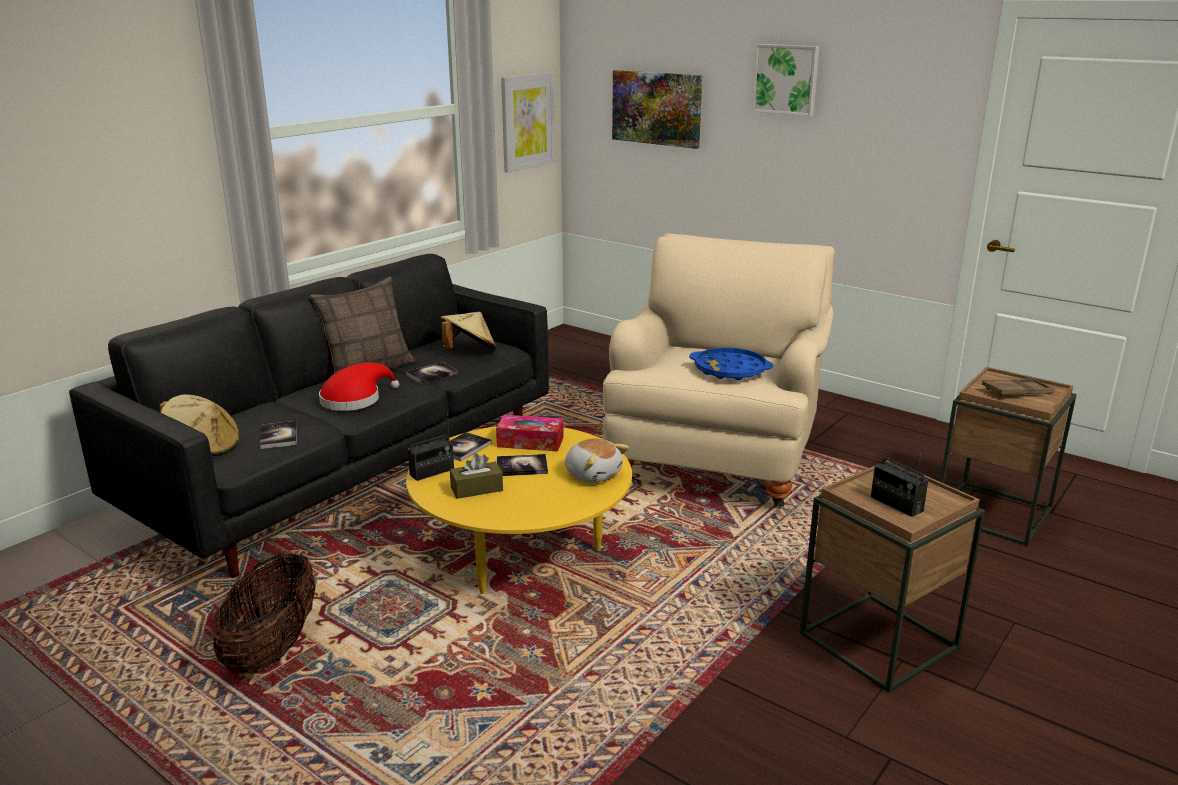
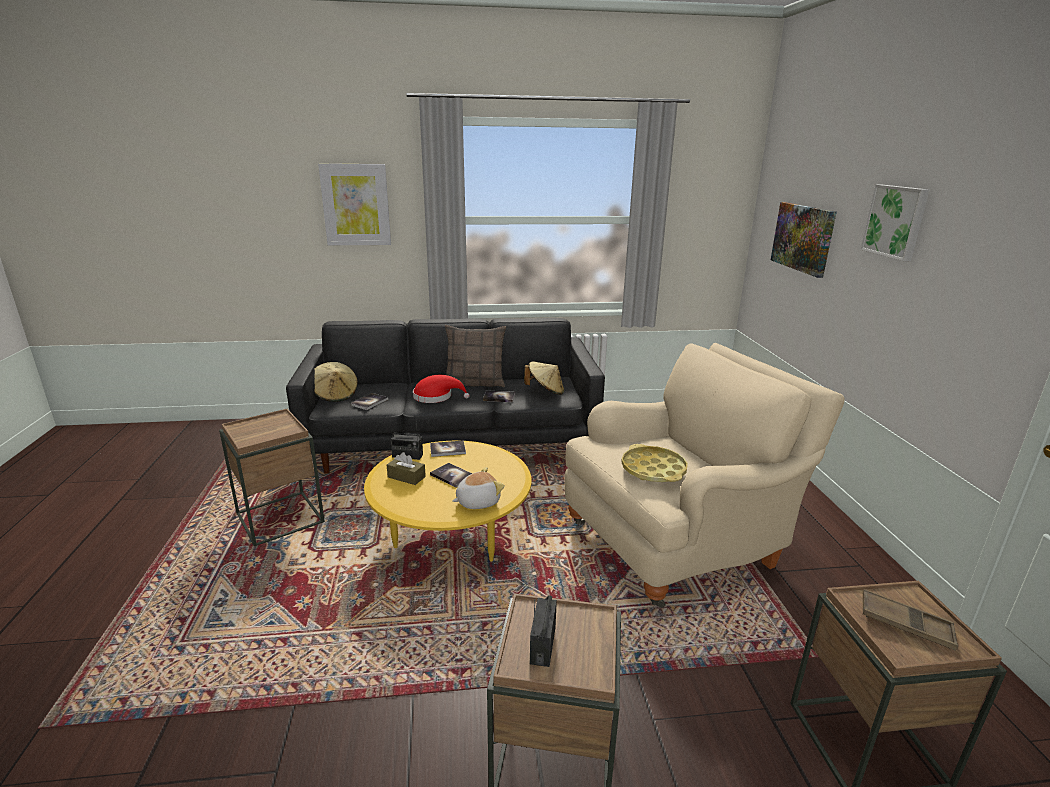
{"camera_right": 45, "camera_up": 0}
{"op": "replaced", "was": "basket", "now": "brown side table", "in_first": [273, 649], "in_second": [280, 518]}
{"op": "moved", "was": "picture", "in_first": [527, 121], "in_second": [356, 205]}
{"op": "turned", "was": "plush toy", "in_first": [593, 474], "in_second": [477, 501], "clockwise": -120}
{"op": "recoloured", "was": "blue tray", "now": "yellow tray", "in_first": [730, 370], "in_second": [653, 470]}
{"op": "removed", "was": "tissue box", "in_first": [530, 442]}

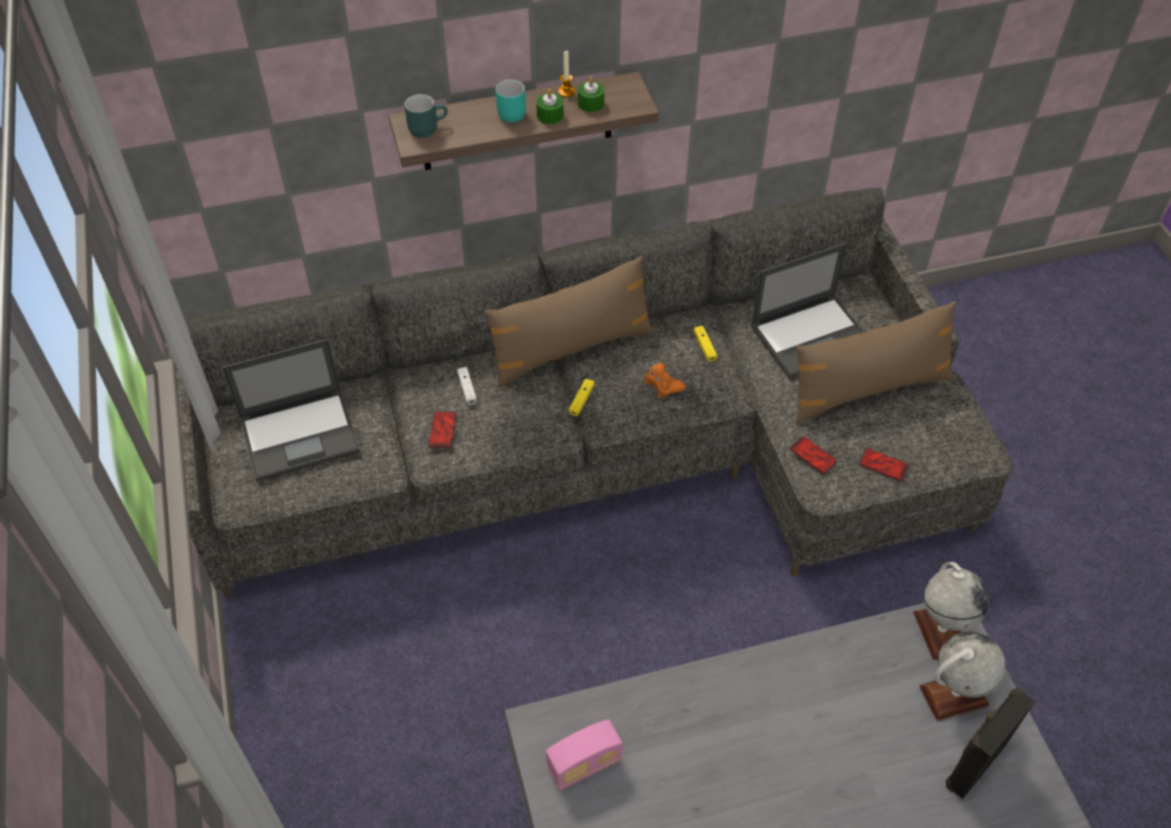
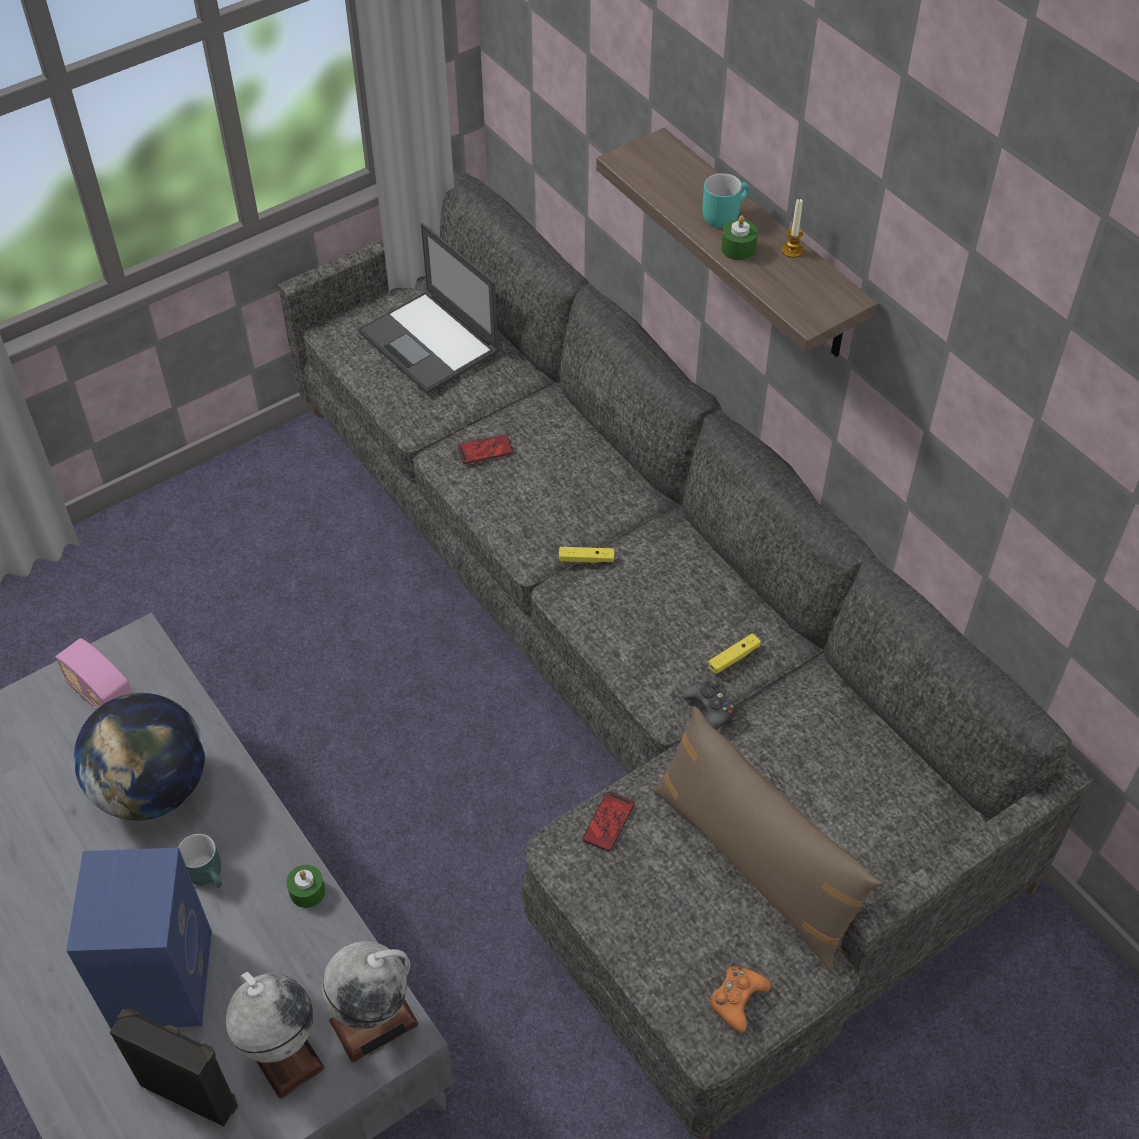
{"camera_right": 70, "camera_up": 0}
{"op": "added", "now": "blue speaker", "in_second": [160, 977]}
{"op": "added", "now": "globe", "in_second": [153, 788]}
{"op": "moved", "was": "turquoise mug", "in_first": [426, 127], "in_second": [209, 873]}
{"op": "moved", "was": "green candle", "in_first": [590, 103], "in_second": [307, 891]}
{"op": "added", "now": "black game controller", "in_second": [710, 709]}
{"op": "moved", "was": "orange game controller", "in_first": [662, 384], "in_second": [737, 999]}
{"op": "removed", "was": "white game controller", "in_first": [467, 389]}
{"op": "removed", "was": "brown pillow", "in_first": [571, 348]}
{"op": "removed", "was": "laptop", "in_first": [812, 335]}
{"op": "removed", "was": "phone", "in_first": [883, 465]}

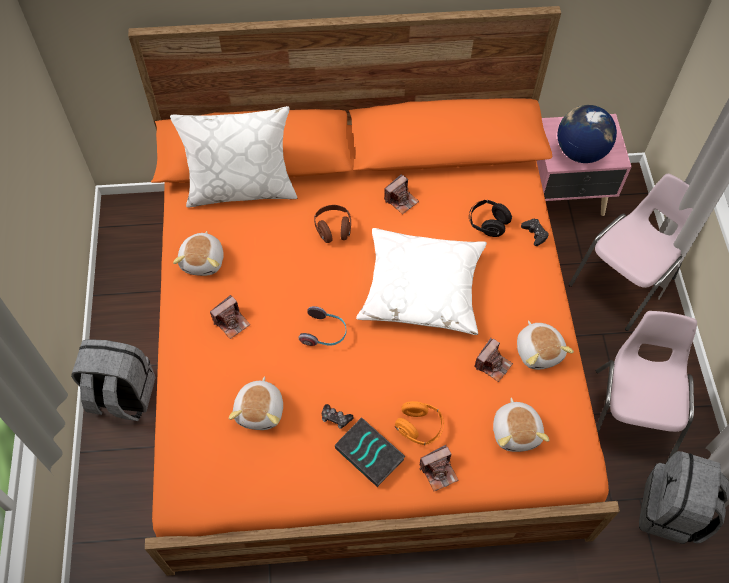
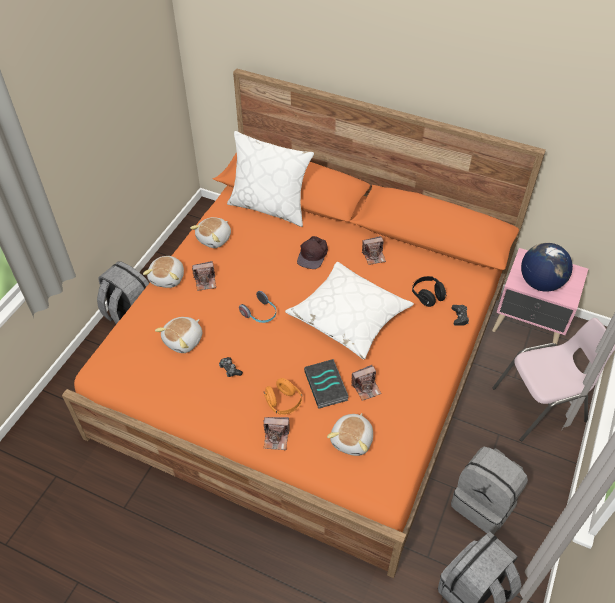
{"camera_right": 30, "camera_up": -10}
{"op": "moved", "was": "plush toy", "in_first": [539, 351], "in_second": [168, 278]}
{"op": "replaced", "was": "brown headphones", "now": "brown cap", "in_first": [333, 229], "in_second": [313, 255]}
{"op": "moved", "was": "book", "in_first": [370, 453], "in_second": [327, 386]}
{"op": "replaced", "was": "pink chair", "now": "grey backpack", "in_first": [630, 415], "in_second": [484, 503]}

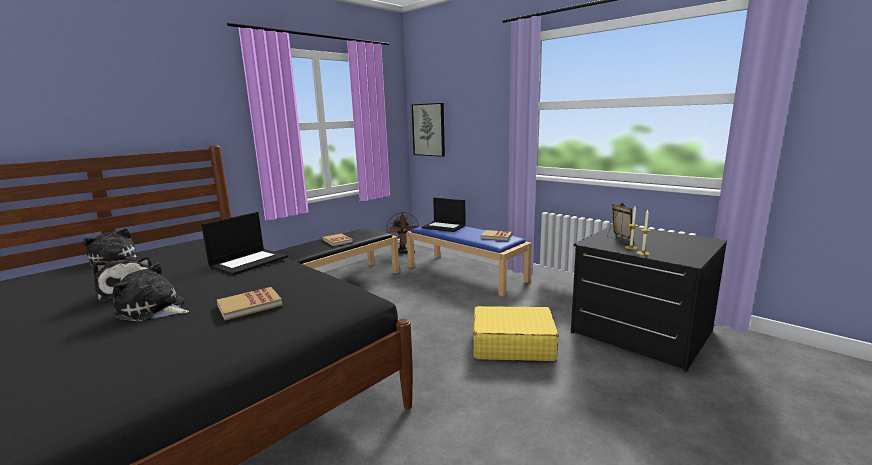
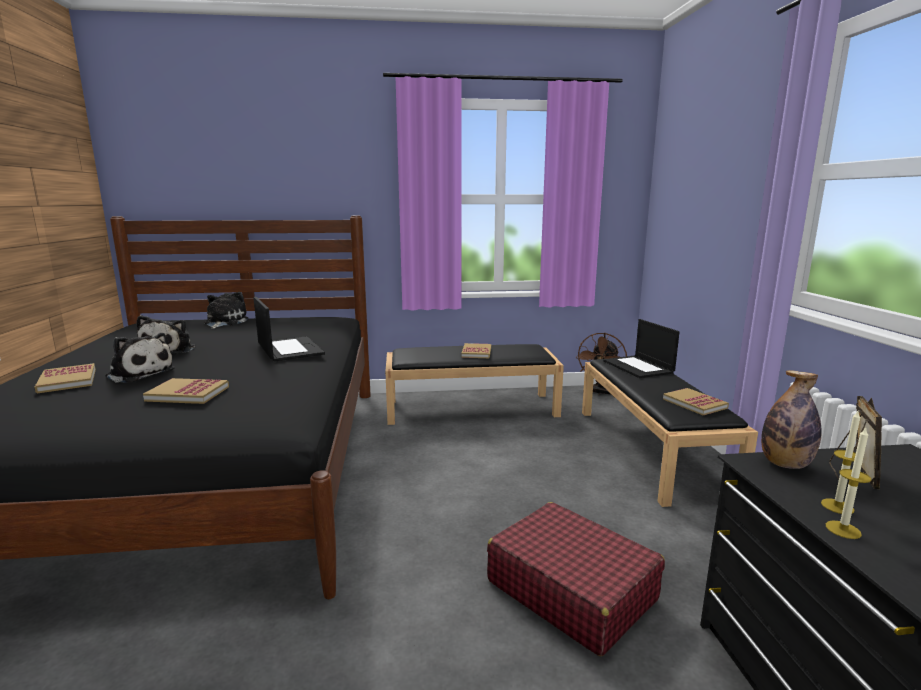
{"camera_right": 40, "camera_up": 0}
{"op": "added", "now": "book", "in_second": [67, 381]}
{"op": "turned", "was": "plush toy", "in_first": [154, 310], "in_second": [139, 373], "clockwise": 150}
{"op": "turned", "was": "laptop", "in_first": [249, 261], "in_second": [289, 349], "clockwise": -105}
{"op": "recoloured", "was": "yellow suitcase", "now": "red suitcase", "in_first": [512, 344], "in_second": [570, 589]}
{"op": "recoloured", "was": "blue bench", "now": "black bench", "in_first": [466, 273], "in_second": [651, 450]}
{"op": "added", "now": "bottle", "in_second": [785, 464]}
{"op": "removed", "was": "picture", "in_first": [429, 130]}

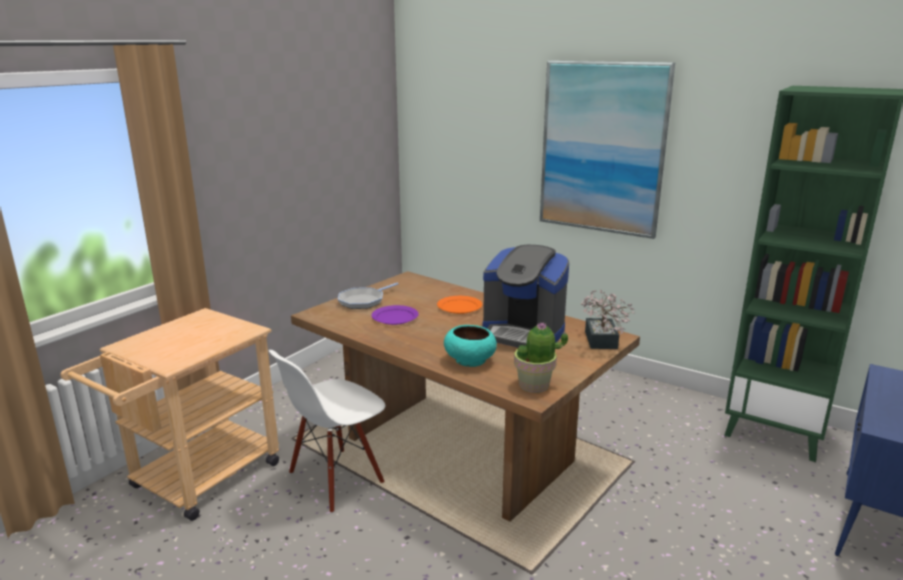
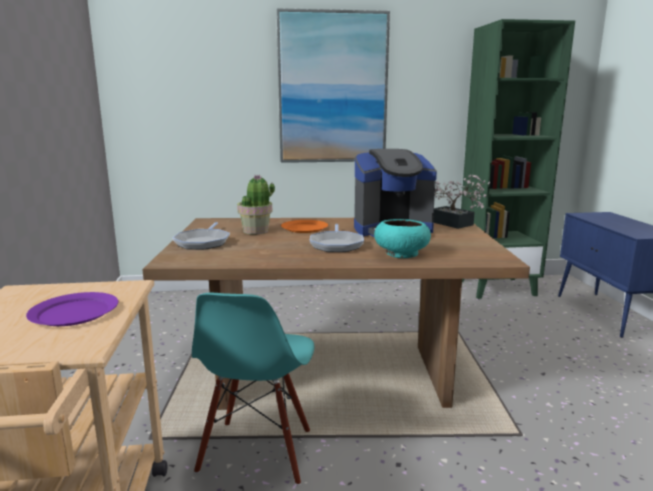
{"camera_right": -40, "camera_up": -5}
{"op": "moved", "was": "purple plate", "in_first": [395, 317], "in_second": [74, 312]}
{"op": "recoloured", "was": "white chair", "now": "turquoise chair", "in_first": [336, 479], "in_second": [257, 452]}
{"op": "moved", "was": "potted plant", "in_first": [534, 385], "in_second": [256, 231]}
{"op": "added", "now": "frying pan", "in_second": [336, 245]}

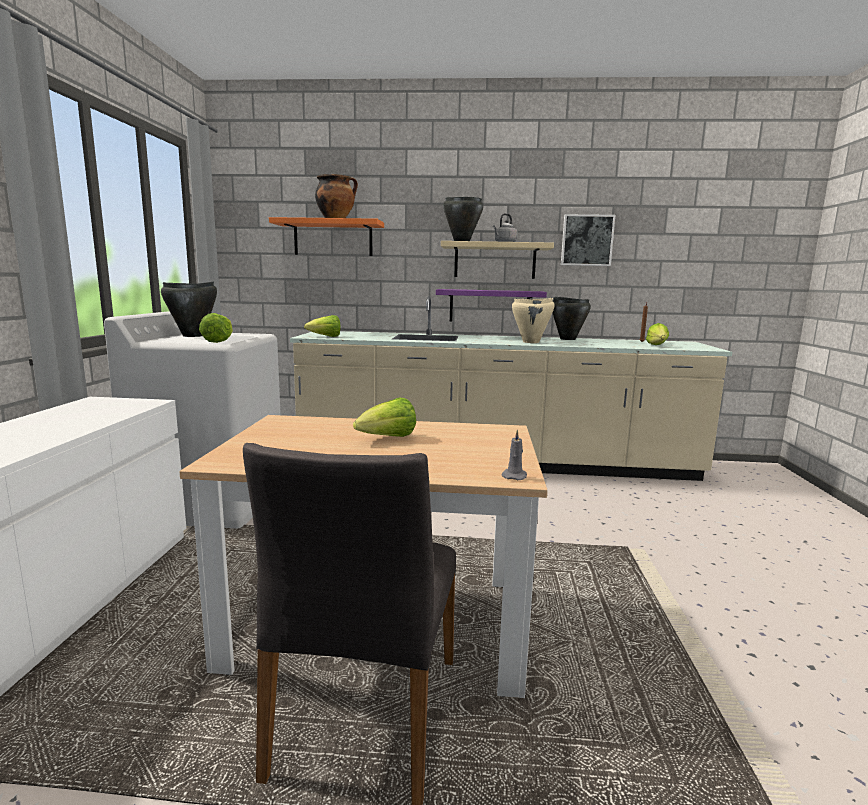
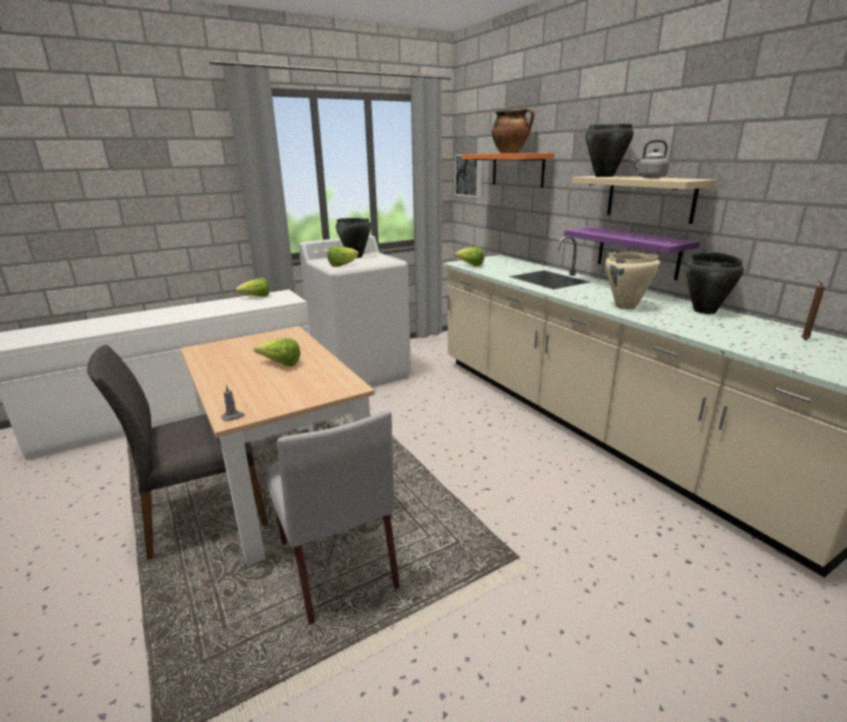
{"camera_right": 55, "camera_up": 10}
{"op": "moved", "was": "lettuce", "in_first": [657, 346], "in_second": [256, 297]}
{"op": "added", "now": "grey chair", "in_second": [336, 562]}
{"op": "moved", "was": "picture", "in_first": [587, 240], "in_second": [469, 175]}

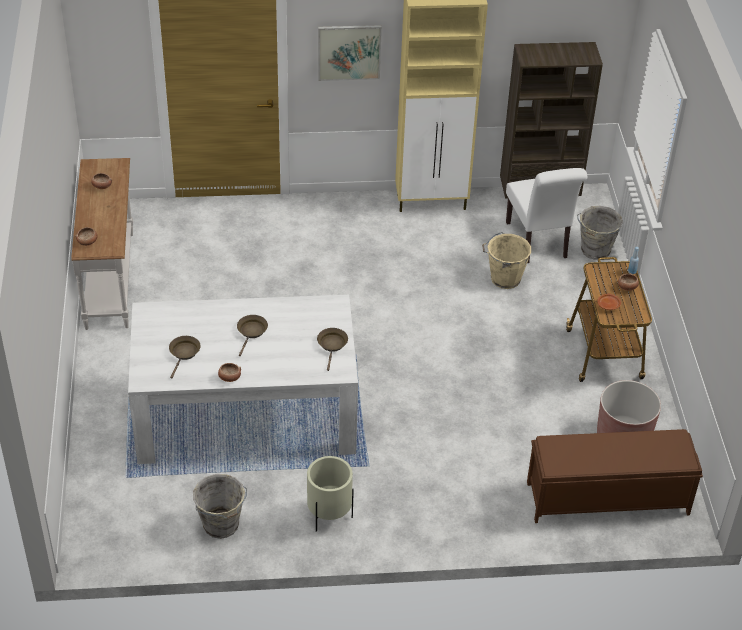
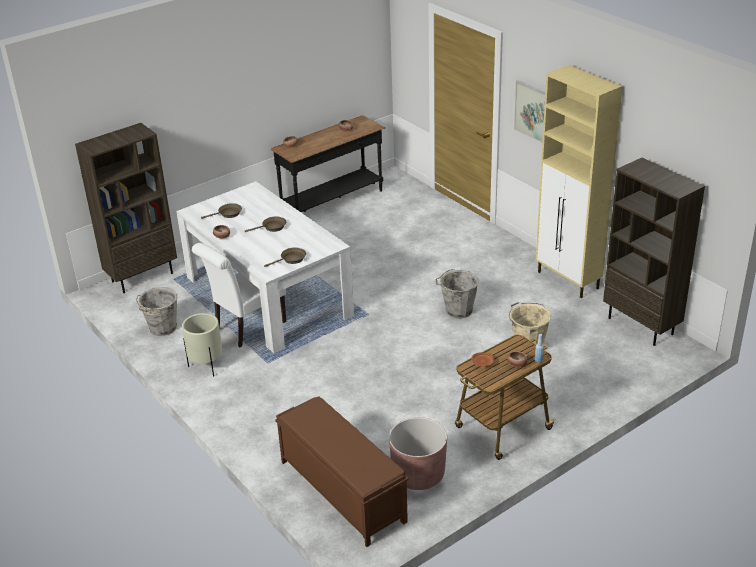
{"camera_right": 60, "camera_up": -10}
{"op": "added", "now": "brown bookcase", "in_second": [142, 277]}
{"op": "moved", "was": "white chair", "in_first": [538, 243], "in_second": [246, 328]}
{"op": "recoloured", "was": "white console table", "now": "black console table", "in_first": [111, 280], "in_second": [333, 202]}
{"op": "moved", "was": "grey bucket", "in_first": [595, 251], "in_second": [457, 310]}

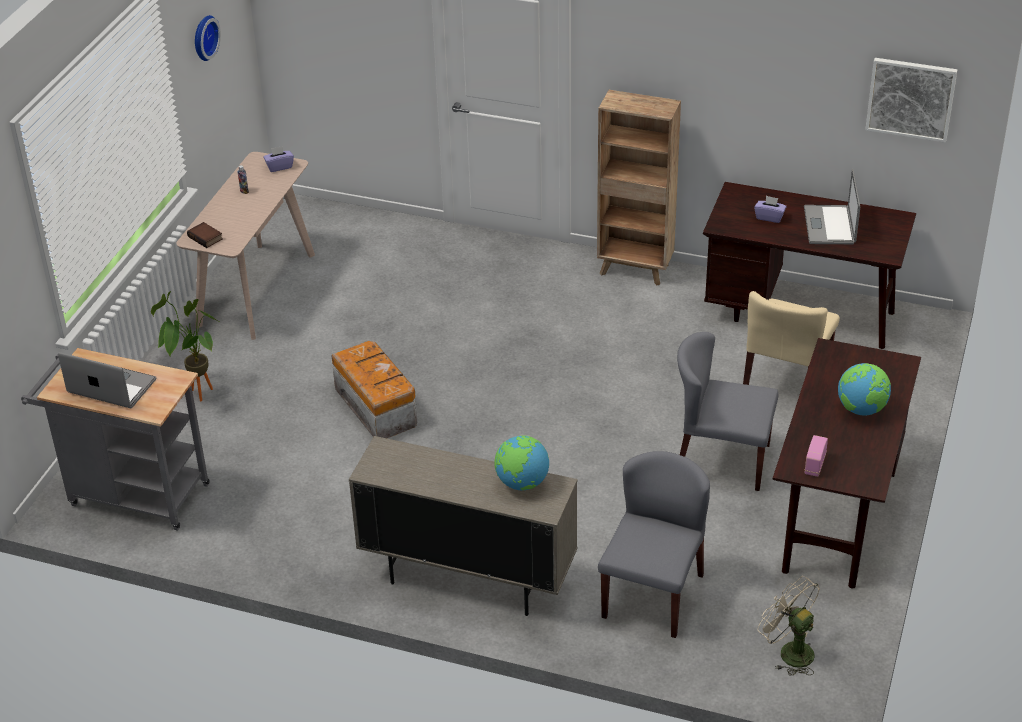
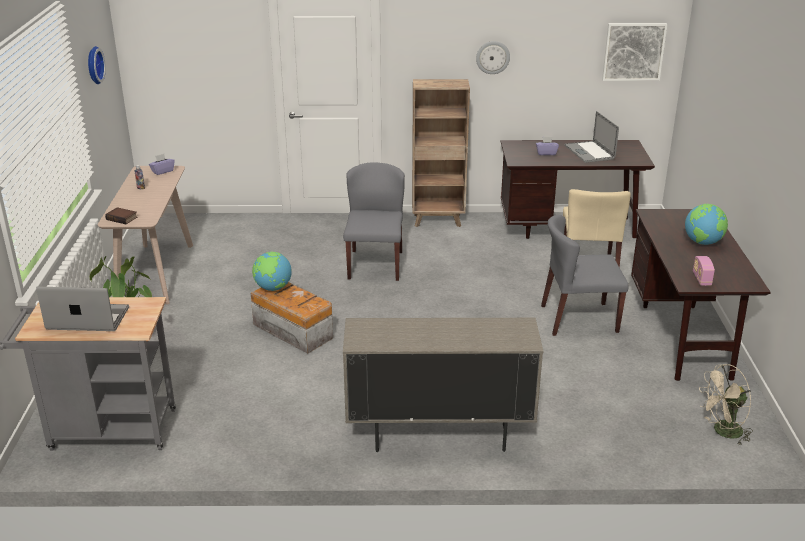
{"camera_right": -20, "camera_up": -10}
{"op": "moved", "was": "globe", "in_first": [522, 483], "in_second": [273, 288]}
{"op": "moved", "was": "grey chair", "in_first": [653, 595], "in_second": [375, 265]}
{"op": "added", "now": "wall clock", "in_second": [492, 57]}
{"op": "turned", "was": "beige fan", "in_first": [789, 651], "in_second": [723, 432], "clockwise": -45}

